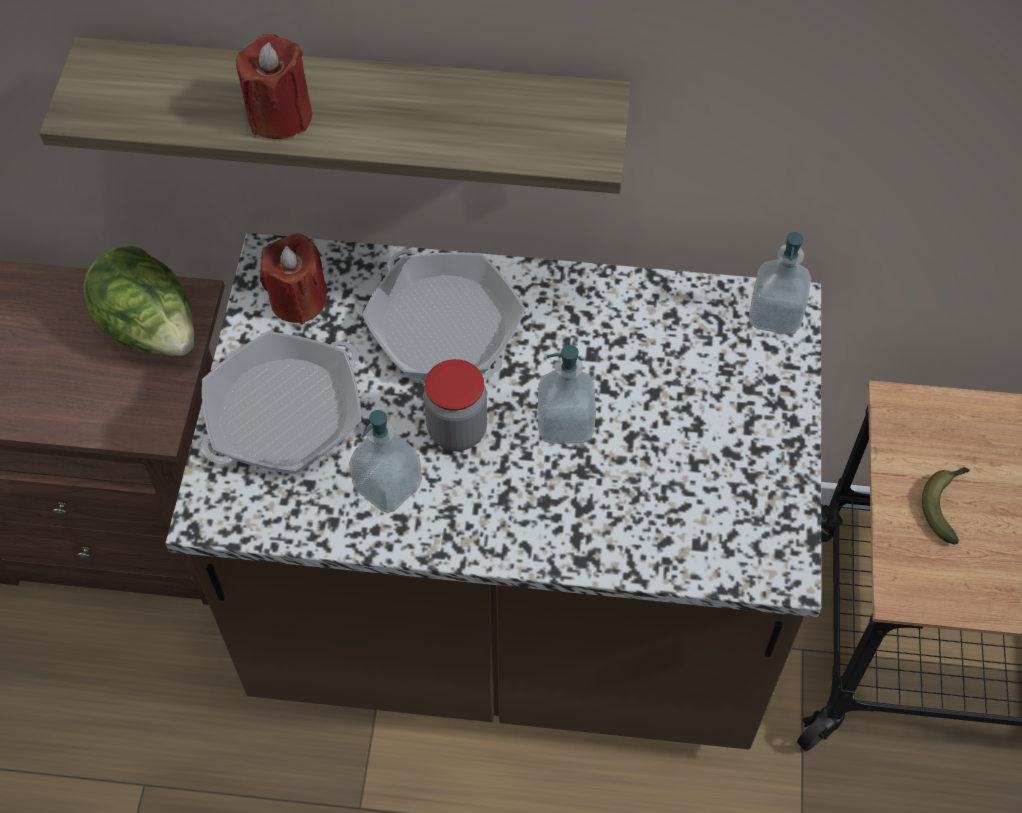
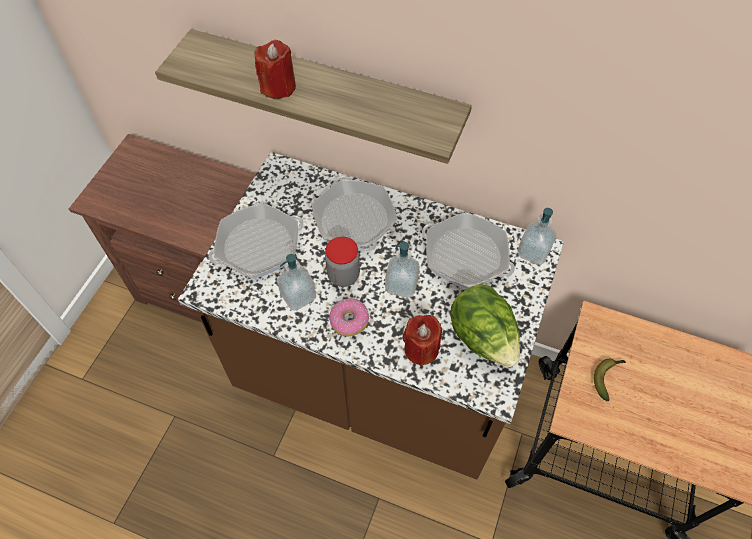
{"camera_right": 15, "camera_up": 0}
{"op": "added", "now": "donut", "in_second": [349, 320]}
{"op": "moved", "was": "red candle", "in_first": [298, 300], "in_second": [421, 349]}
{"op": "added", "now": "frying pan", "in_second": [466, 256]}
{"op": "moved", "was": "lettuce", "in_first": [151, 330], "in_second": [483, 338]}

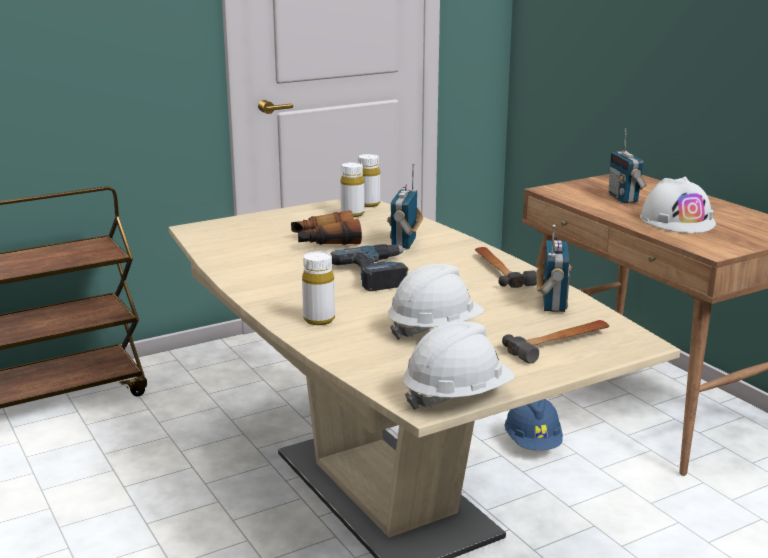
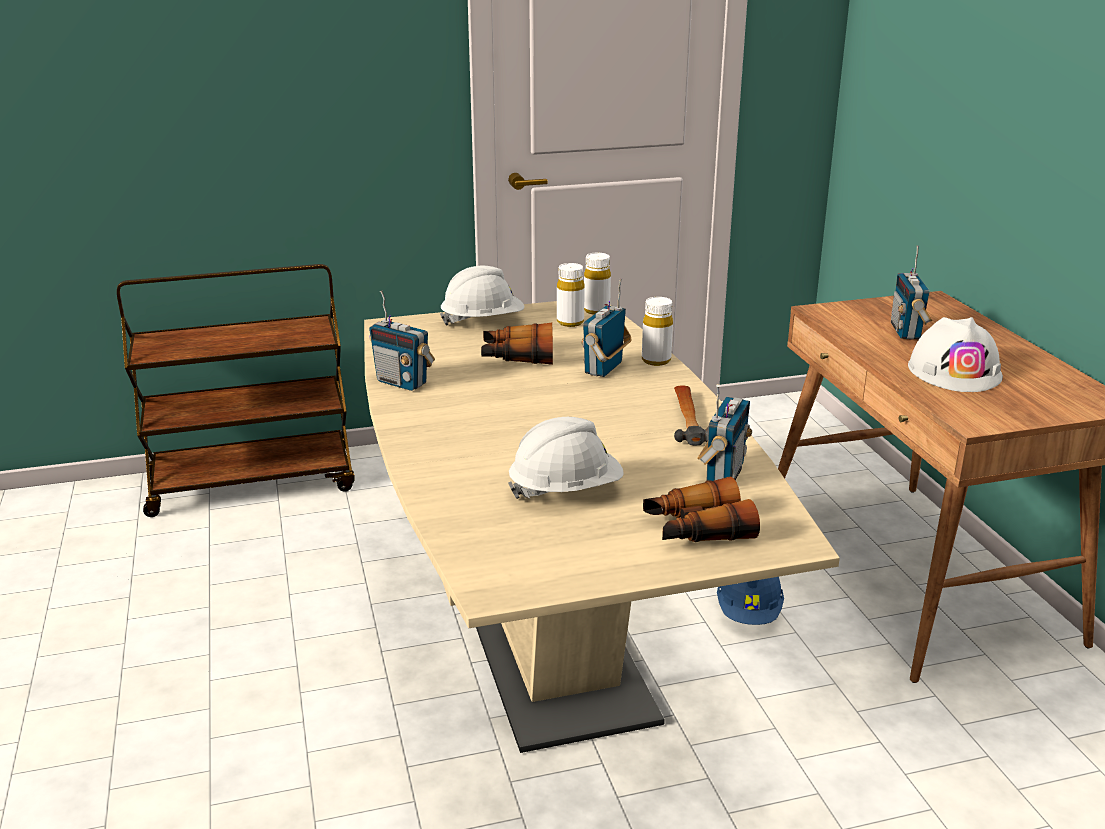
{"camera_right": 15, "camera_up": 5}
{"op": "added", "now": "radio", "in_second": [402, 382]}
{"op": "moved", "was": "white hard hat", "in_first": [457, 396], "in_second": [483, 321]}
{"op": "moved", "was": "white bottle", "in_first": [319, 319], "in_second": [656, 360]}
{"op": "replaced", "was": "hammer", "now": "binoculars", "in_first": [559, 344], "in_second": [696, 529]}
{"op": "removed", "was": "power drill", "in_first": [379, 273]}

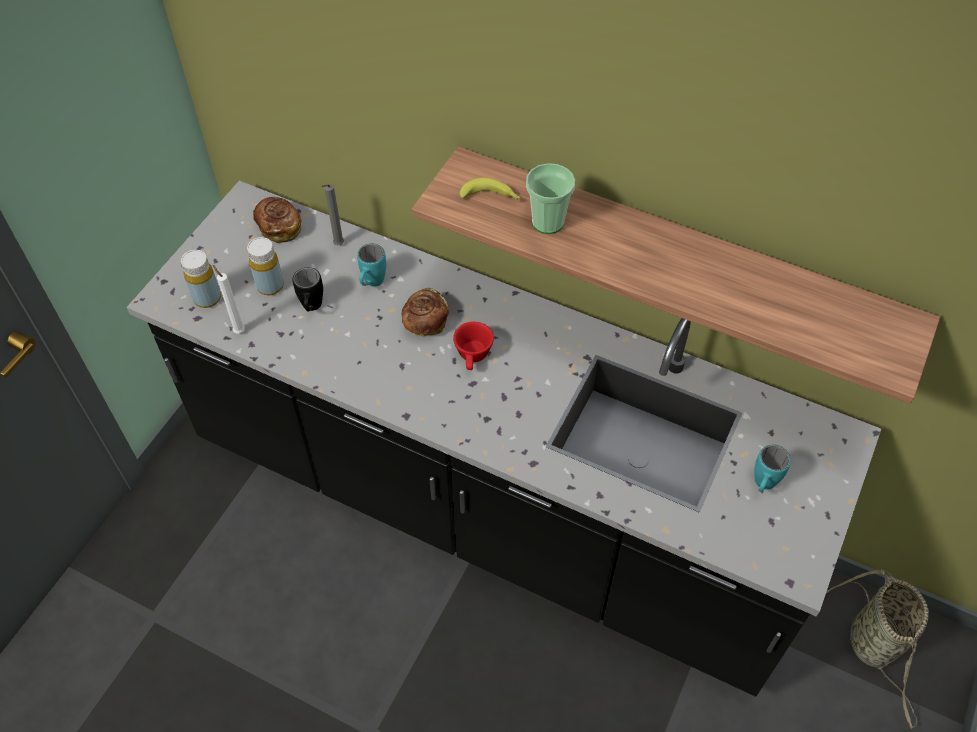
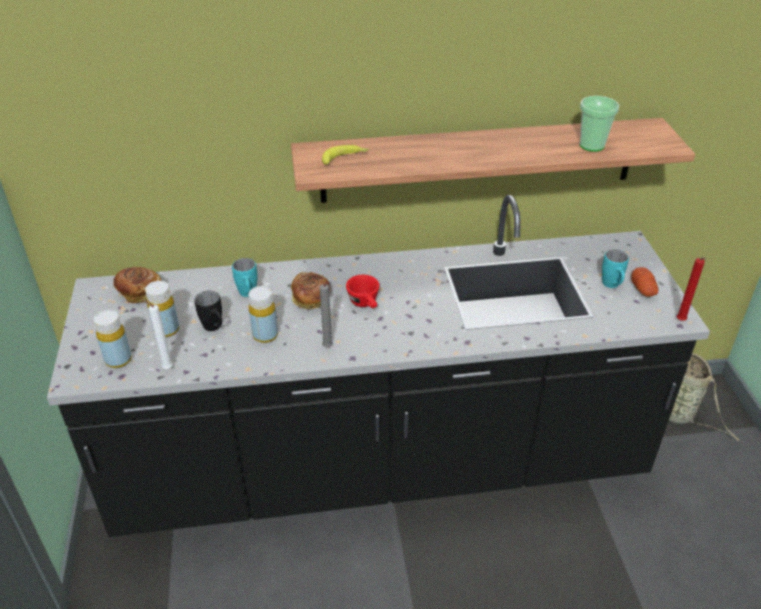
{"camera_right": -35, "camera_up": -15}
{"op": "added", "now": "yellow bottle", "in_second": [265, 335]}
{"op": "moved", "was": "grey candle", "in_first": [337, 245], "in_second": [327, 348]}
{"op": "moved", "was": "cup", "in_first": [547, 222], "in_second": [591, 145]}
{"op": "added", "now": "potato", "in_second": [643, 289]}
{"op": "added", "now": "red candle", "in_second": [681, 321]}

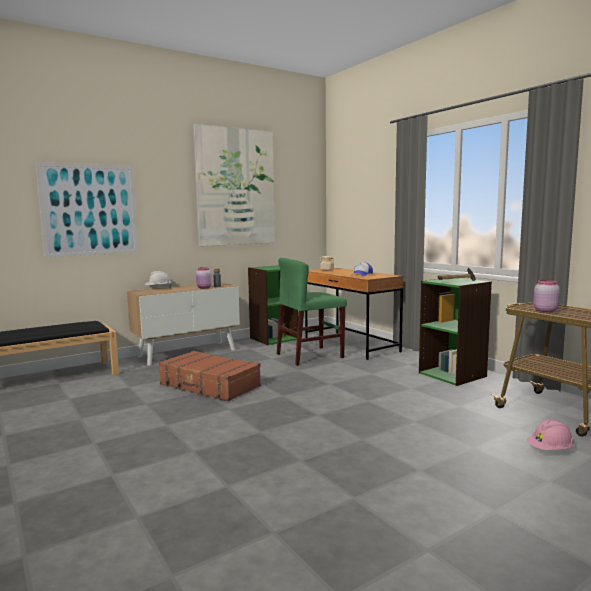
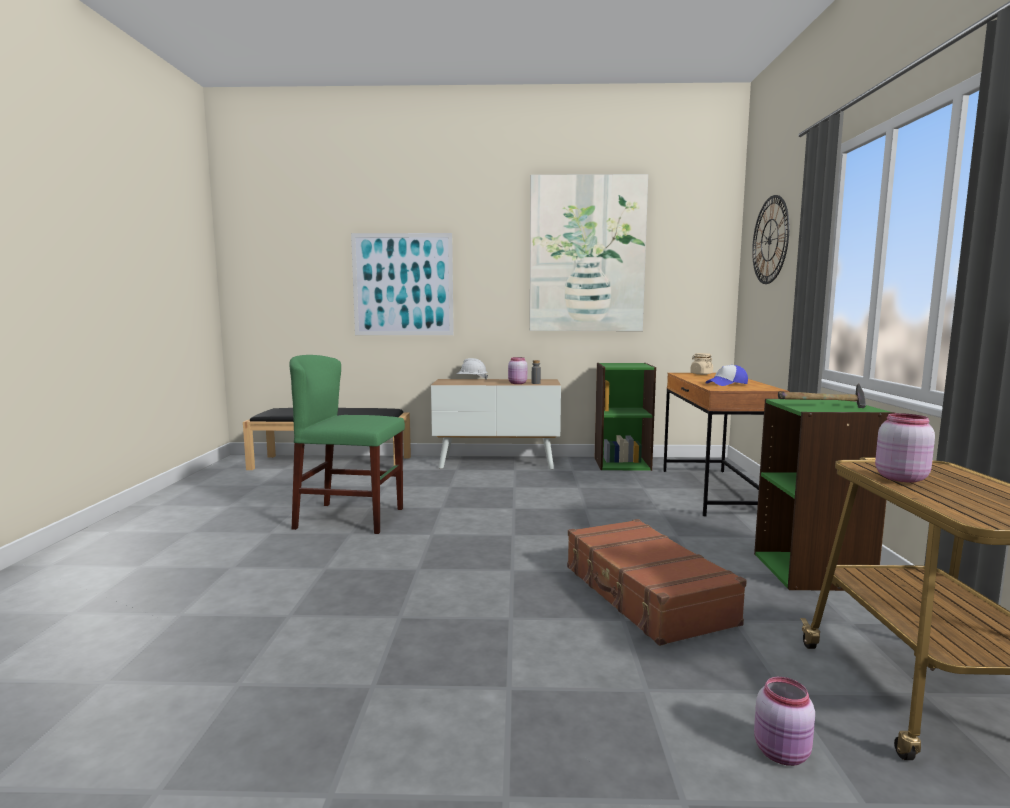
{"camera_right": 35, "camera_up": 0}
{"op": "moved", "was": "green chair", "in_first": [310, 356], "in_second": [350, 518]}
{"op": "moved", "was": "brown suitcase", "in_first": [209, 386], "in_second": [645, 595]}
{"op": "added", "now": "wall clock", "in_second": [770, 240]}
{"op": "replaced", "was": "pink hard hat", "now": "pink jar", "in_first": [550, 450], "in_second": [783, 753]}

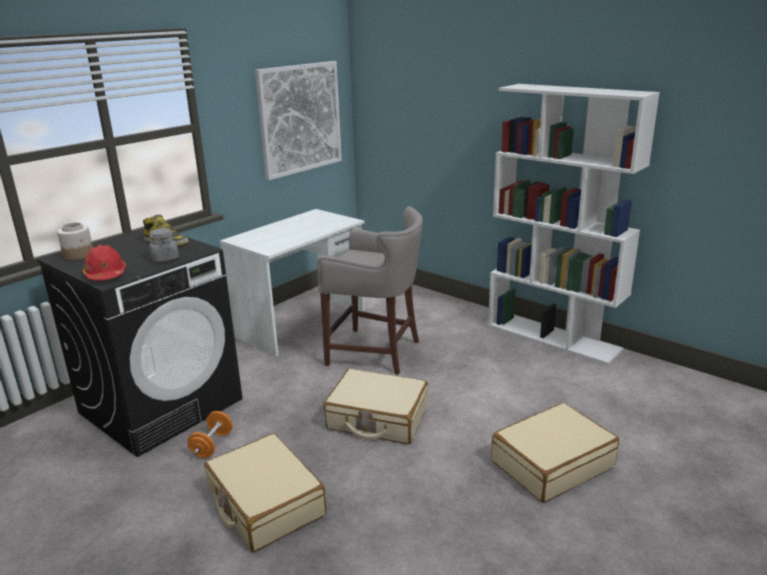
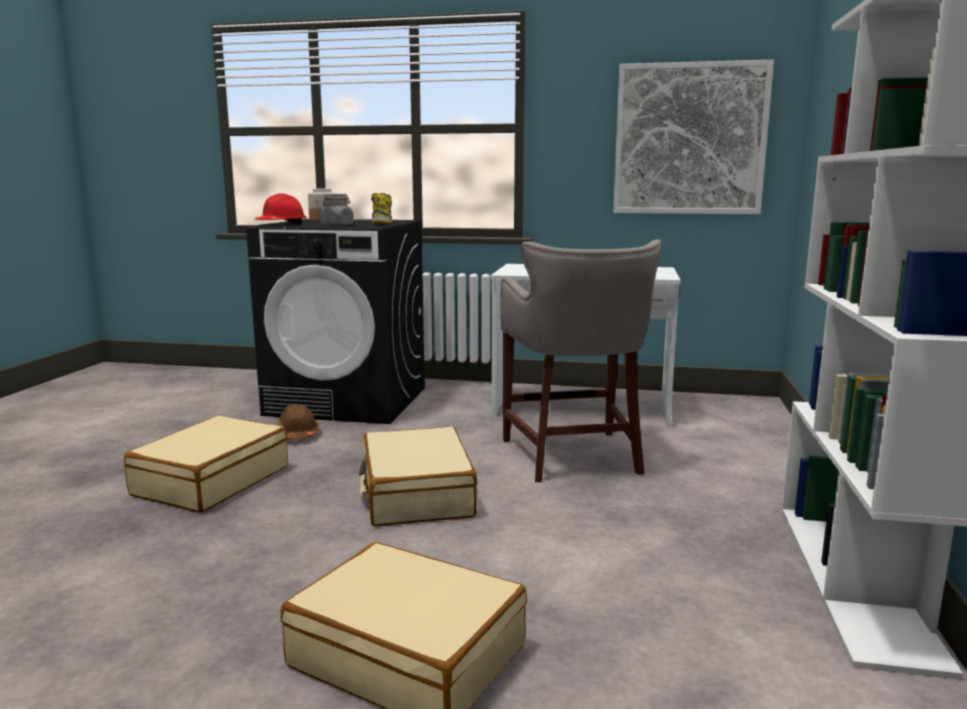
{"camera_right": 60, "camera_up": -10}
{"op": "replaced", "was": "orange dumbbell", "now": "brown hard hat", "in_first": [212, 445], "in_second": [297, 435]}

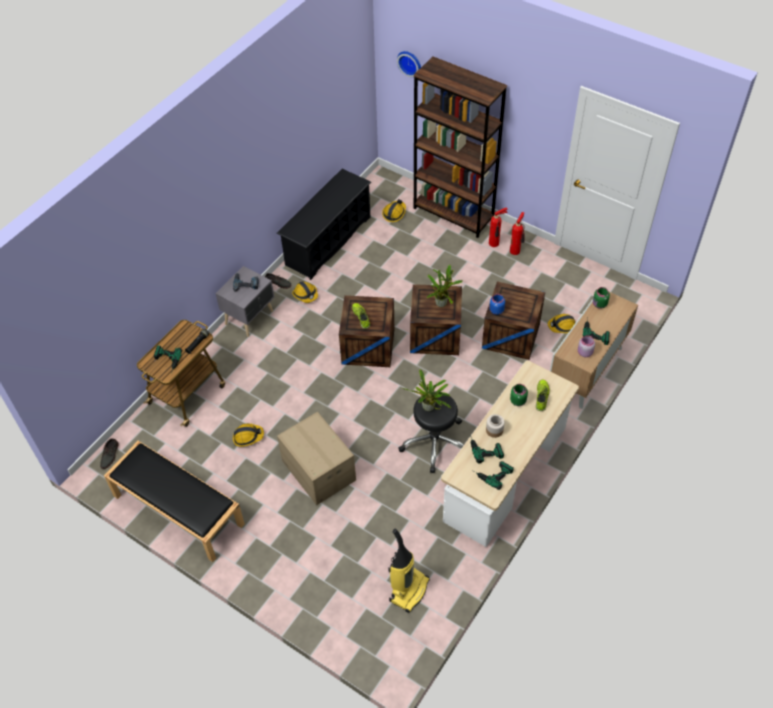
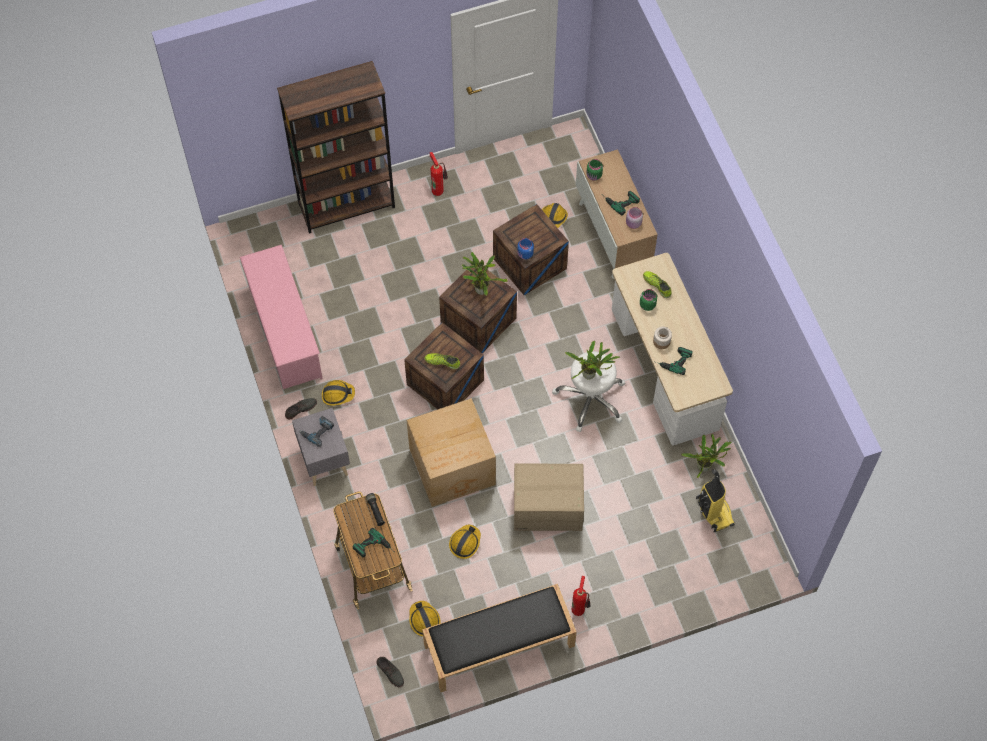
{"camera_right": -55, "camera_up": 10}
{"op": "recoloured", "was": "black shoe rack", "now": "pink shoe rack", "in_first": [328, 241], "in_second": [285, 332]}
{"op": "added", "now": "cardboard box", "in_second": [453, 467]}
{"op": "moved", "was": "hard hat", "in_first": [394, 213], "in_second": [424, 620]}
{"op": "recoloured", "was": "black stool", "now": "white stool", "in_first": [434, 442], "in_second": [591, 399]}
{"op": "moved", "was": "fire extinguisher", "in_first": [495, 244], "in_second": [579, 608]}
{"op": "added", "now": "potted plant", "in_second": [705, 466]}
{"op": "removed", "was": "wall clock", "in_first": [410, 62]}
{"op": "removed", "was": "power drill", "in_first": [491, 473]}

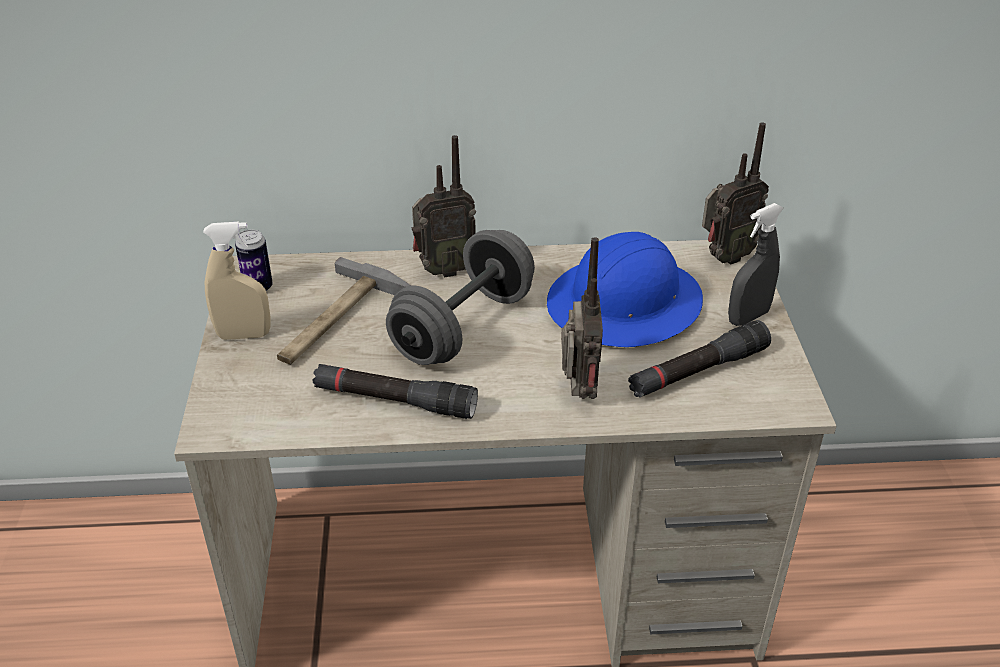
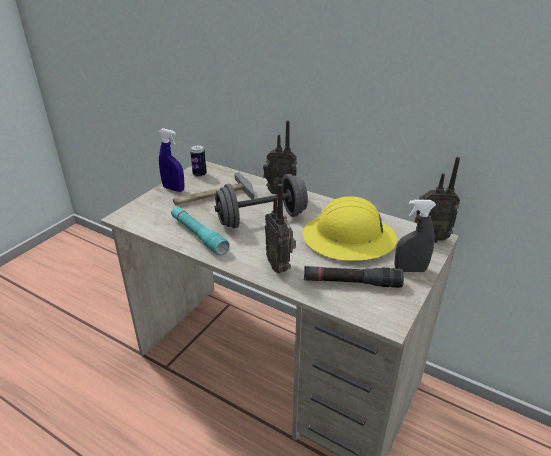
{"camera_right": 35, "camera_up": -5}
{"op": "recoloured", "was": "beige spray bottle", "now": "blue spray bottle", "in_first": [244, 335], "in_second": [173, 189]}
{"op": "recoloured", "was": "black flashlight", "now": "turquoise flashlight", "in_first": [395, 401], "in_second": [198, 235]}
{"op": "turned", "was": "radio", "in_first": [578, 393], "in_second": [280, 266], "clockwise": 120}
{"op": "recoloured", "was": "blue hard hat", "now": "yellow hard hat", "in_first": [625, 305], "in_second": [349, 239]}

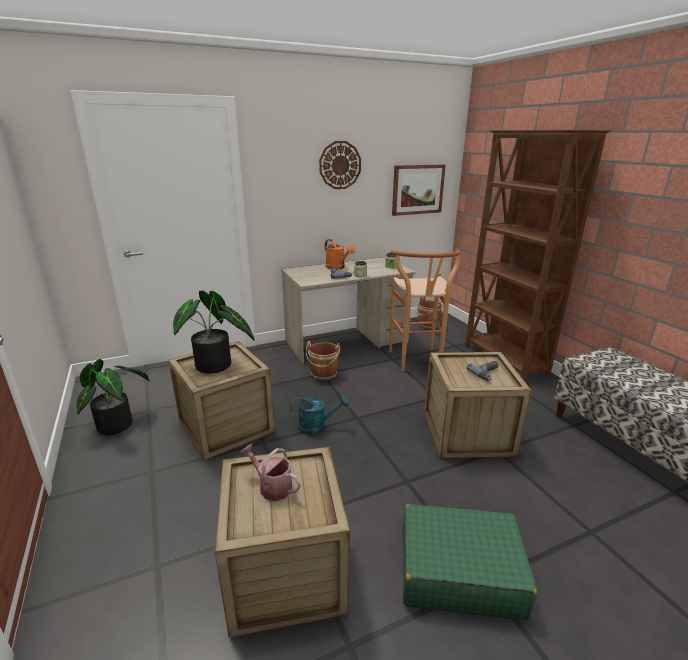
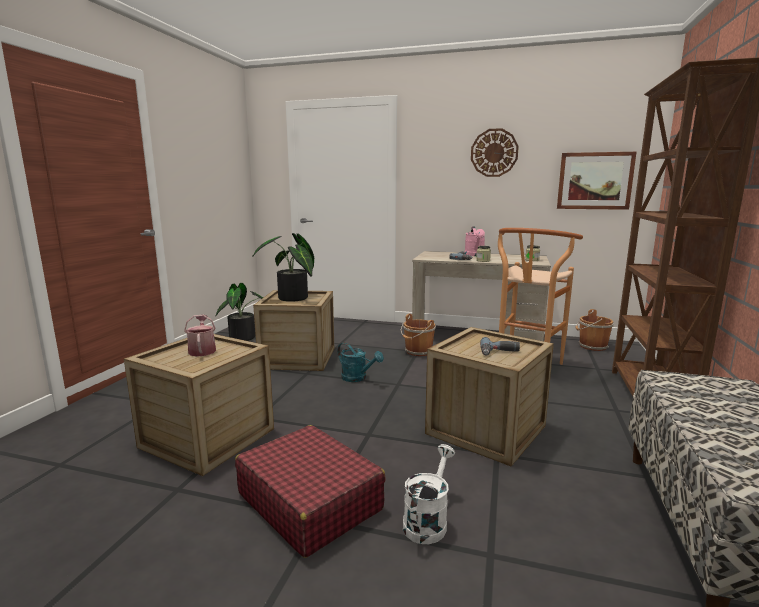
{"camera_right": 40, "camera_up": -10}
{"op": "recoloured", "was": "green suitcase", "now": "red suitcase", "in_first": [458, 571], "in_second": [309, 501]}
{"op": "added", "now": "white watering can", "in_second": [427, 520]}
{"op": "recoloured", "was": "orange watering can", "now": "pink watering can", "in_first": [337, 267], "in_second": [475, 255]}

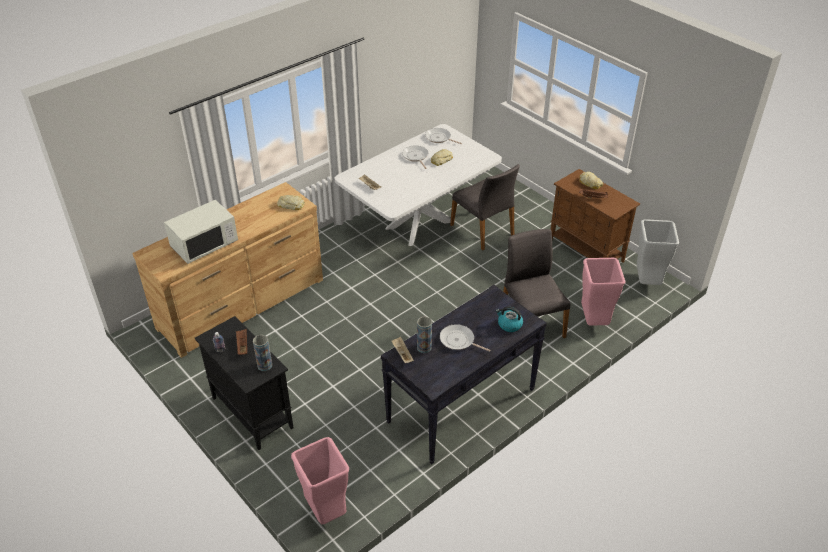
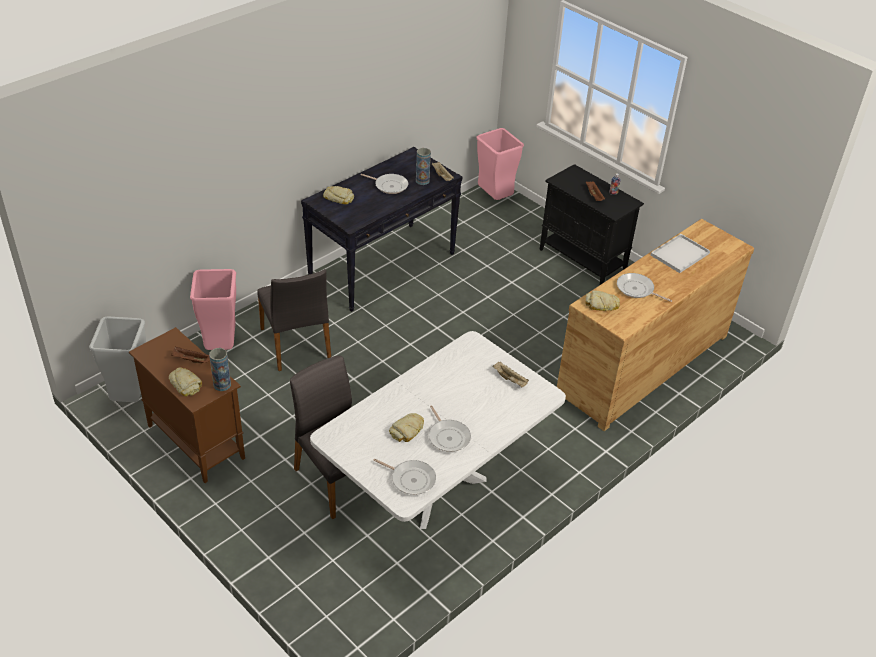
{"camera_right": 175, "camera_up": 0}
{"op": "moved", "was": "vase", "in_first": [264, 365], "in_second": [222, 385]}
{"op": "replaced", "was": "kettle", "now": "bread", "in_first": [509, 325], "in_second": [339, 198]}
{"op": "added", "now": "frying pan", "in_second": [637, 289]}
{"op": "replaced", "was": "white microwave", "now": "white tray", "in_first": [204, 245], "in_second": [679, 255]}

